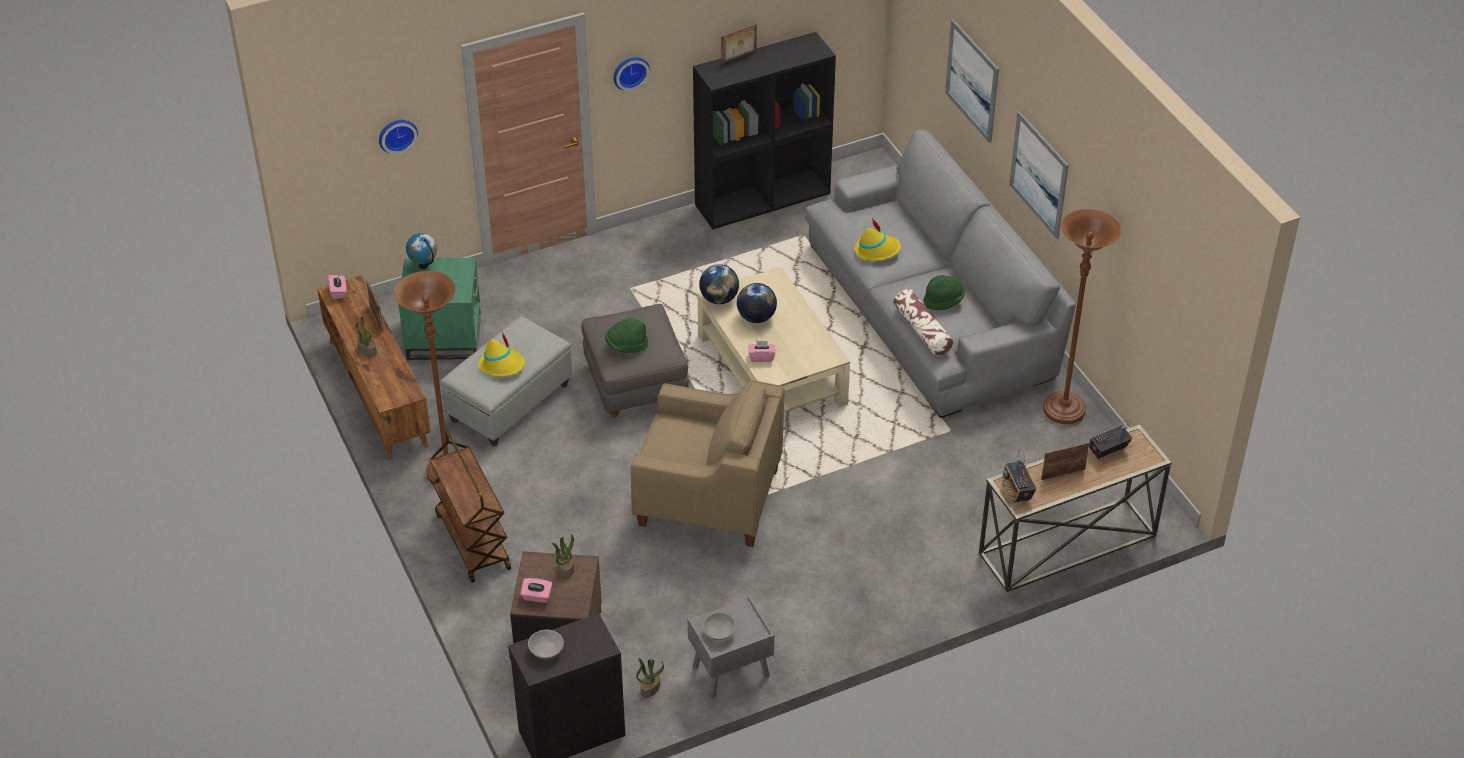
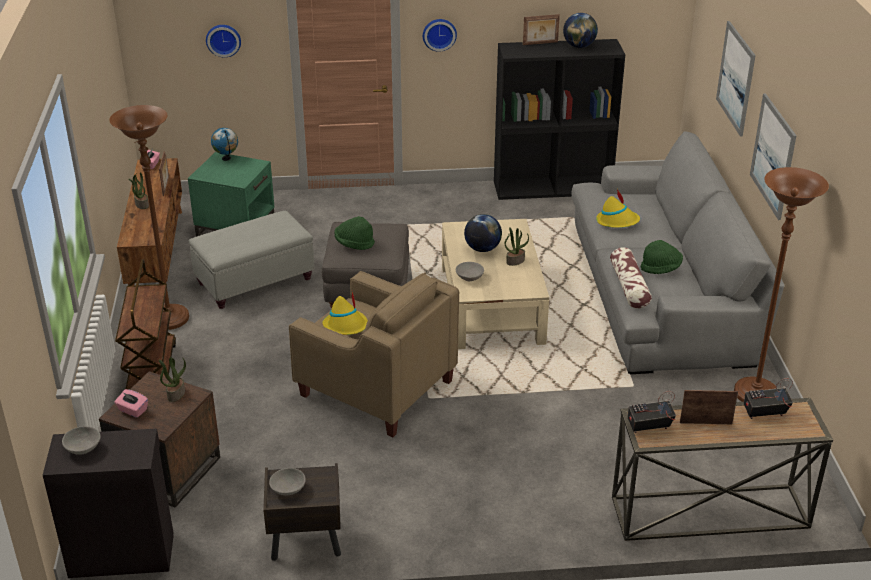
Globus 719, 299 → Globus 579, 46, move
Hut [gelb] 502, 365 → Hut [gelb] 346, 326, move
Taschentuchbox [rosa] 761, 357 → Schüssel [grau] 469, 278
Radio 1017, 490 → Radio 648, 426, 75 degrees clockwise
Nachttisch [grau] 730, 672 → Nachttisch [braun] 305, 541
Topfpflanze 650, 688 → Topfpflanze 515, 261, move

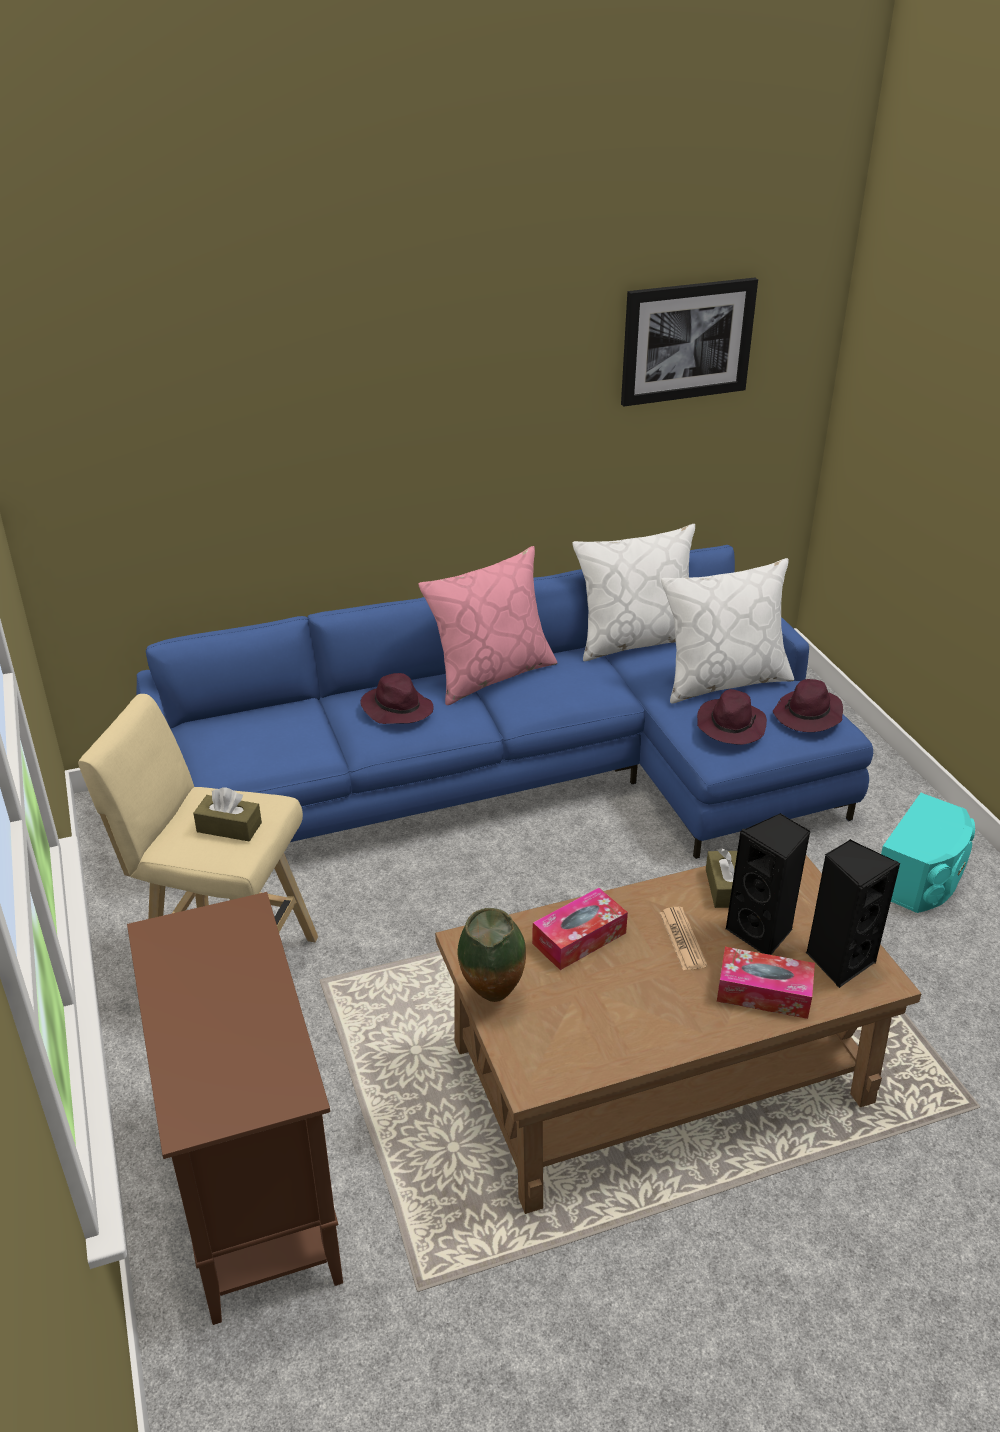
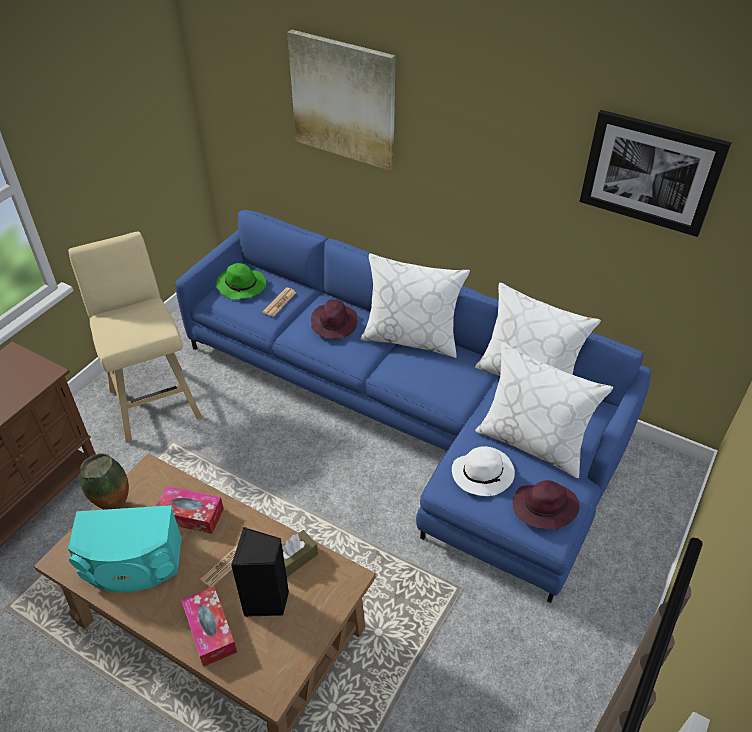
Kissen [rosa] 490, 674 → Kissen [weiß] 411, 338
Hut [lila] 730, 725 → Hut [weiß] 483, 473
Taschentuchbox [braun] 229, 827 → -
Lautsprecher [türkis] 921, 878 → Lautsprecher [türkis] 132, 564, move
Lautsprecher [schwarz] 838, 960 → -
- → Bild 343, 100
- → Hut [grün] 242, 286
- → Zeitung 279, 302

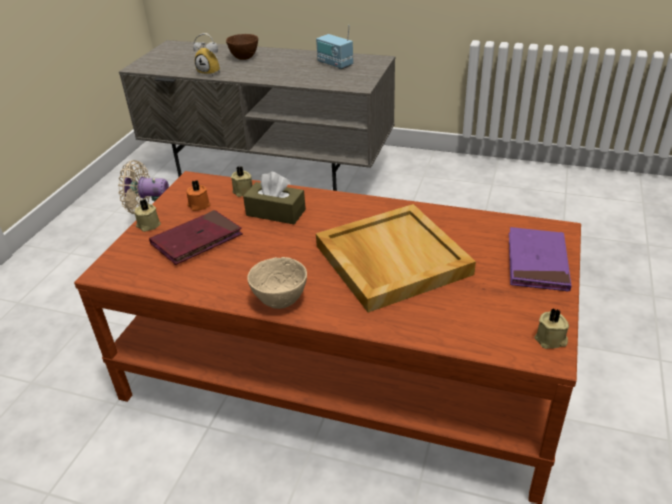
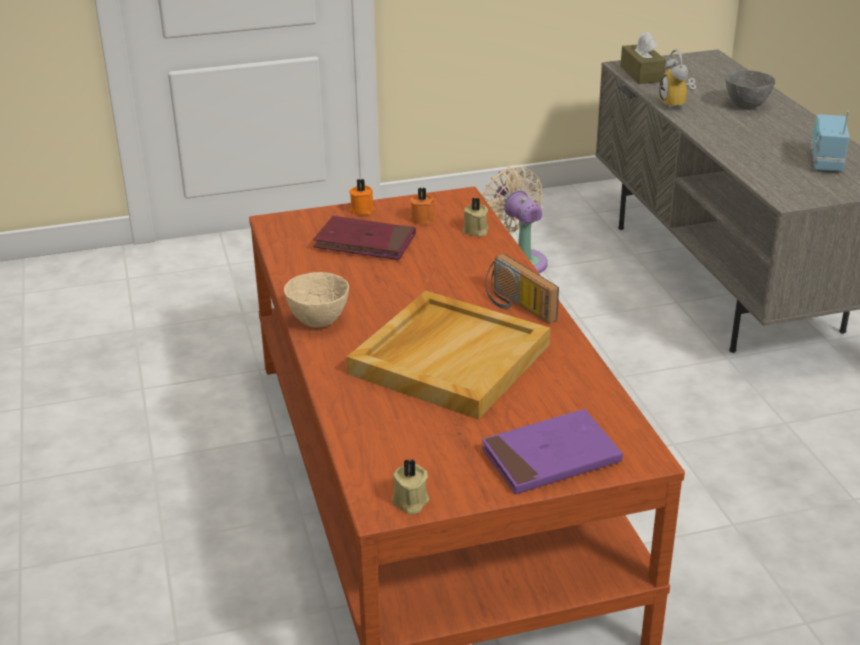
Schüssel [braun] 243, 58 → Schüssel [grau] 745, 106
Taschentuchbox [braun] 275, 212 → Taschentuchbox [braun] 641, 74, move
Kerze [beige] 148, 225 → Kerze [orange] 361, 210
- → Radio 516, 306

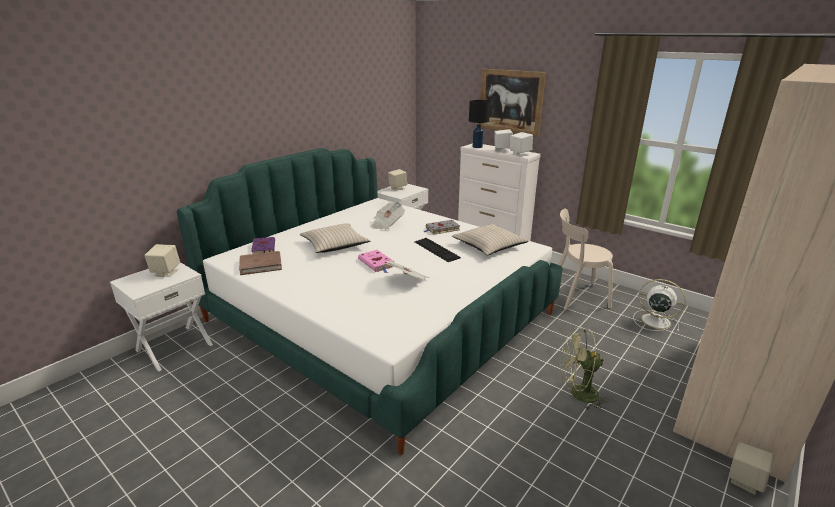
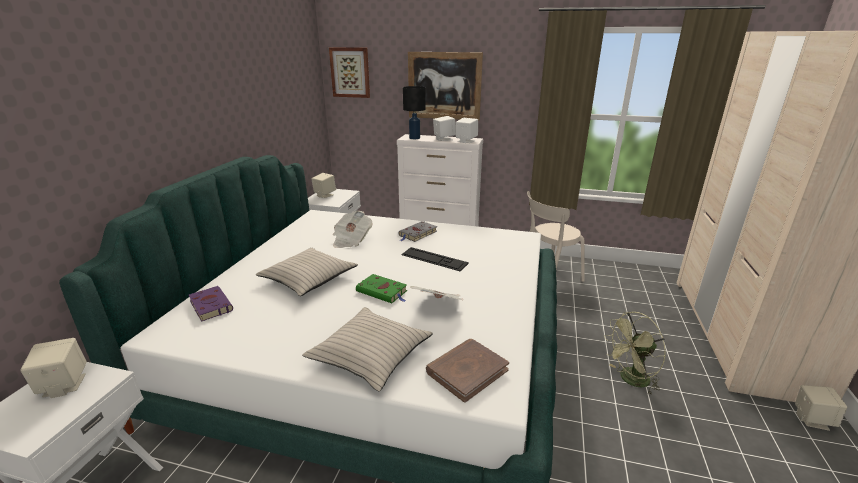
Kissen [beige] 489, 246 → Kissen [beige] 371, 355, move
Buch [rosa] 377, 263 → Buch [grün] 383, 292
Buch [braun] 261, 265 → Buch [braun] 467, 371, move
Ventilator [weiß] 654, 321 → -
- → Bild 350, 72

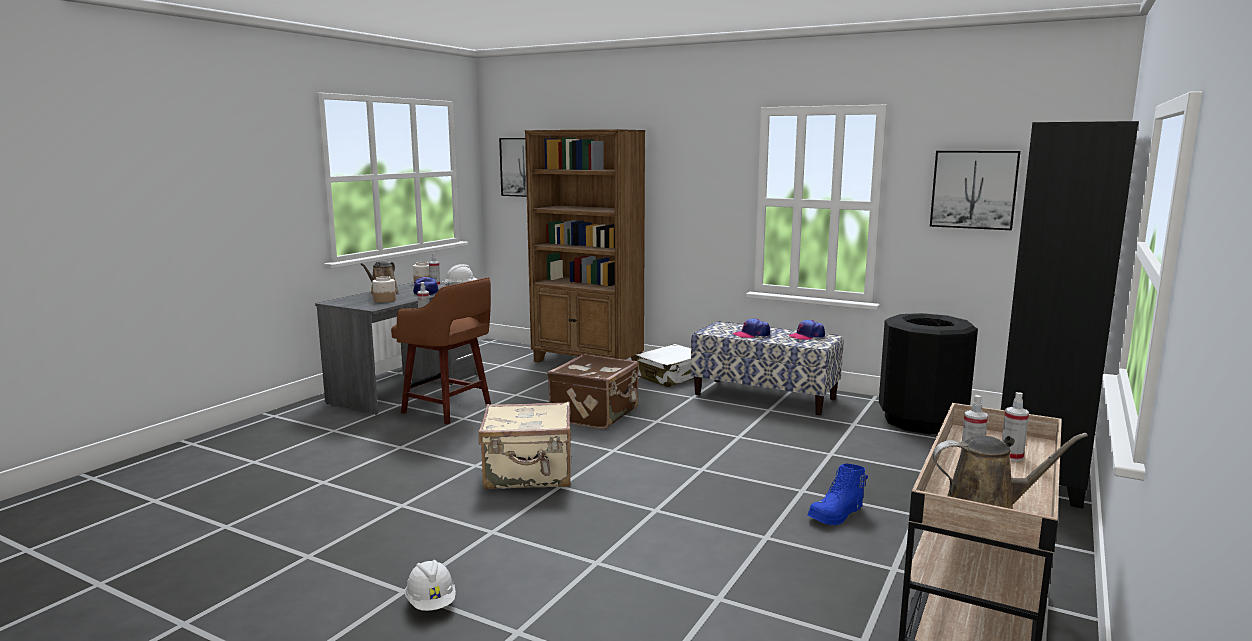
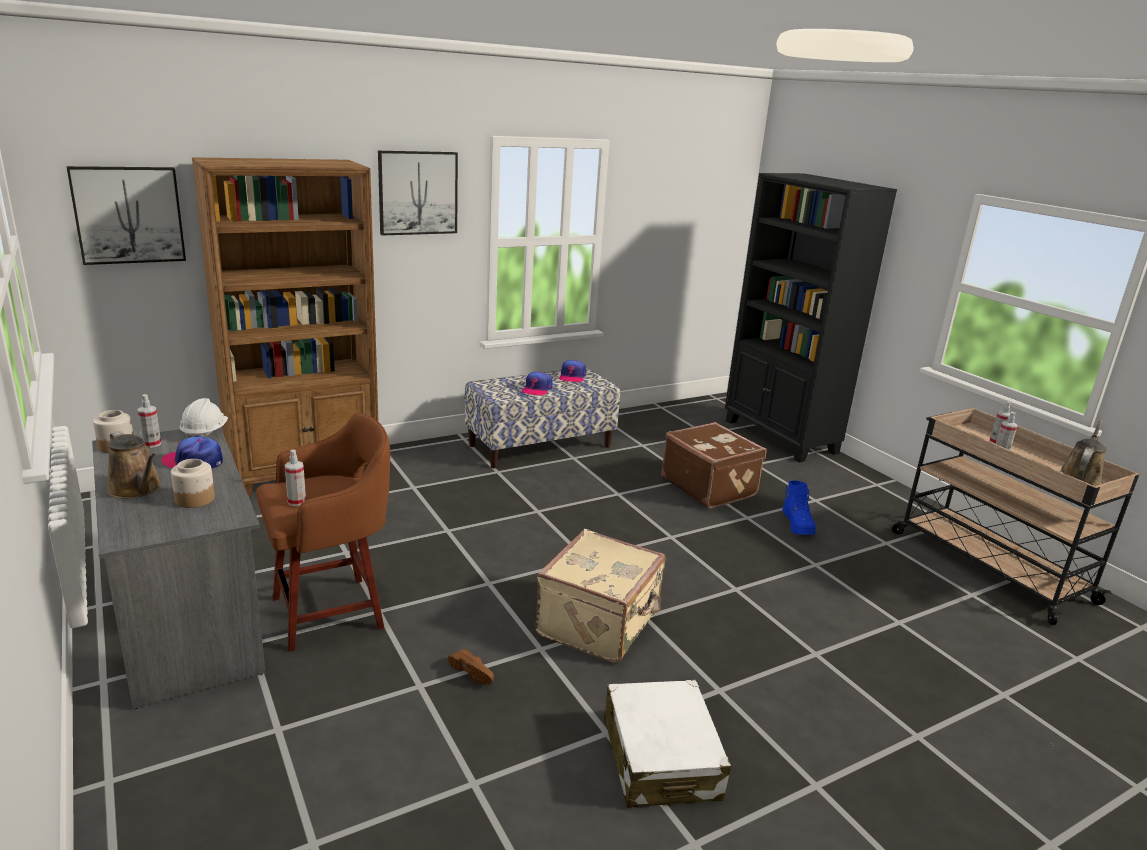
Bild 974, 189 → Bild 418, 193, move
Mülleimer [schwarz] 921, 421 → -
Koffer [weiß] 671, 376 → Koffer [weiß] 660, 758, move
Koffer [braun] 596, 414 → Koffer [braun] 709, 487, move
Schutzhelm [weiß] 431, 603 → -
- → Schuh [braun] 474, 672

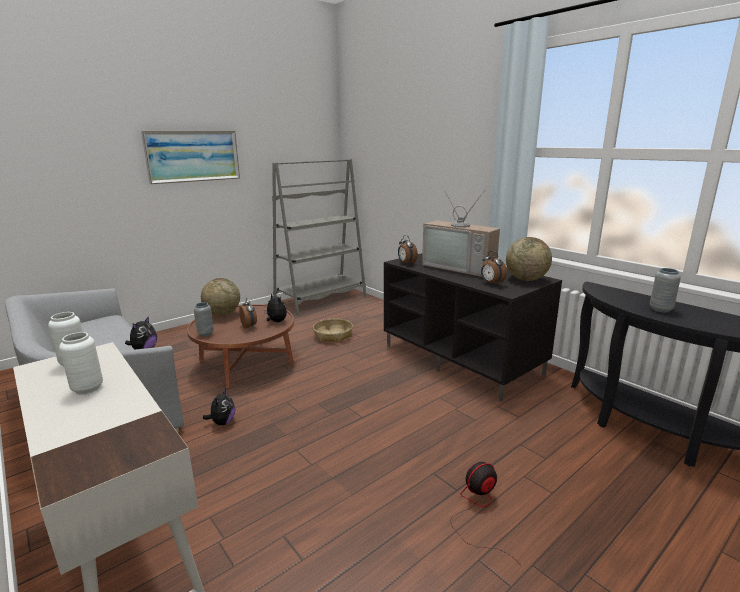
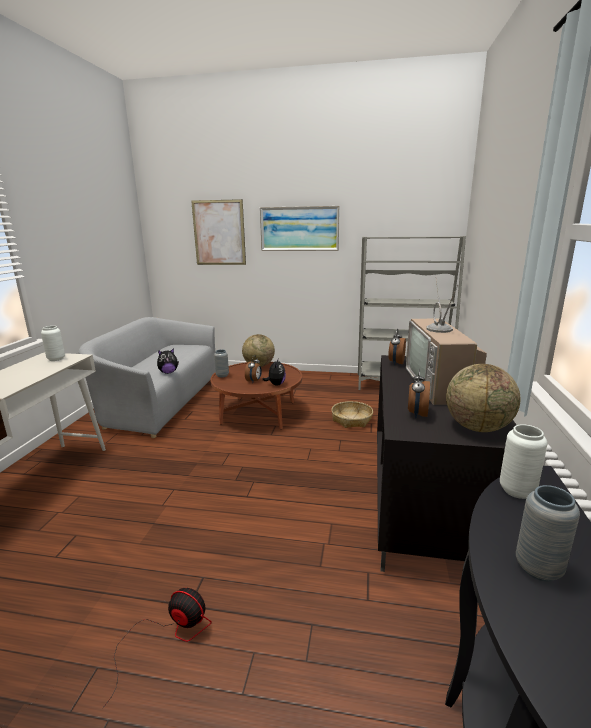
Vase [weiß] 87, 388 → Vase [weiß] 517, 490, move
Plüschtier 222, 422 → -
- → Bild 219, 233

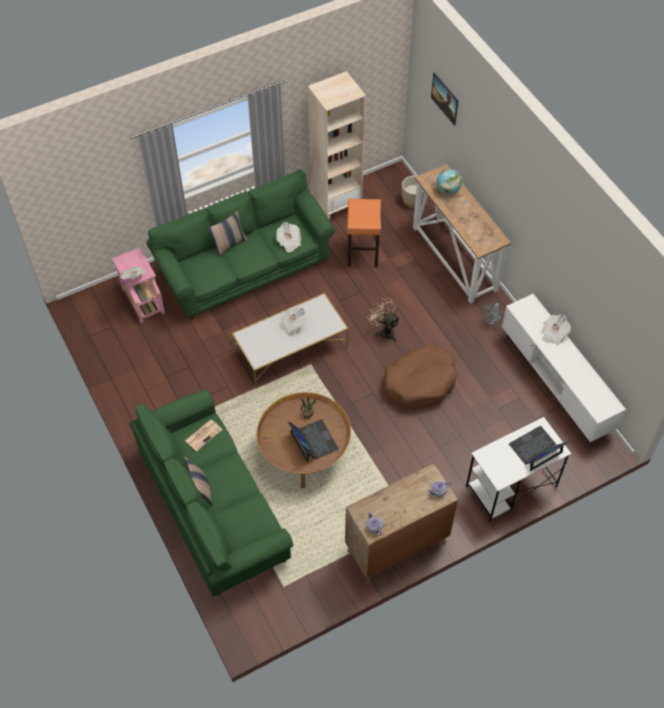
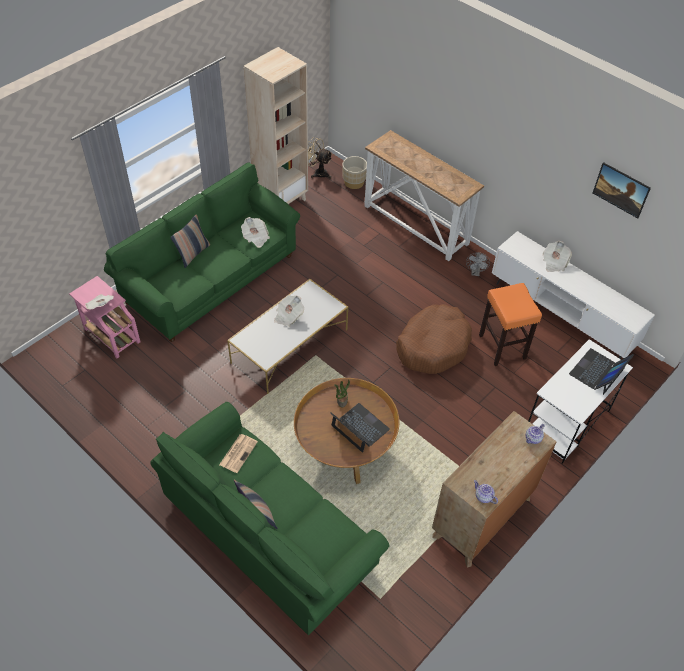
Bild 444, 105 → Bild 618, 197, move
Globus 448, 190 → -
Hocker [orange] 363, 253 → Hocker [orange] 502, 347, move
Ventilator [beige] 384, 331 → Ventilator [beige] 318, 172, move

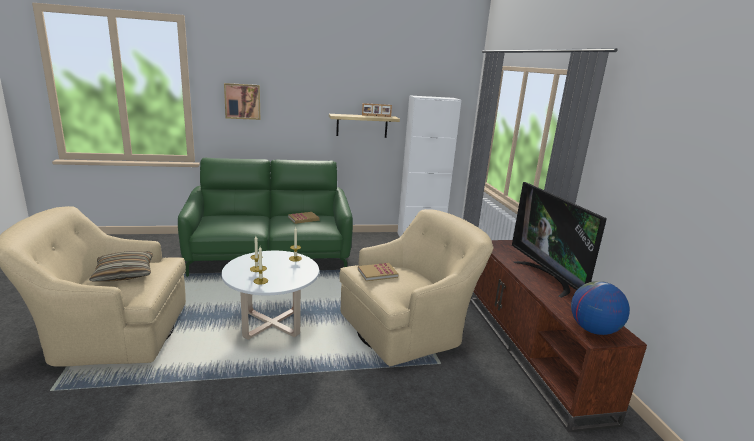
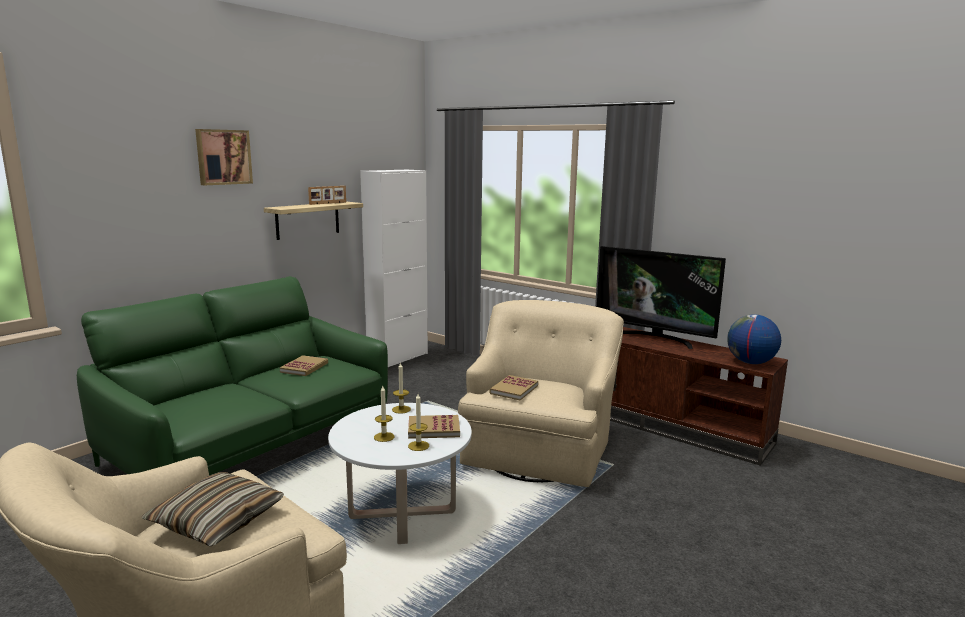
Bild 242, 101 → Bild 223, 157, move
- → Buch 434, 429

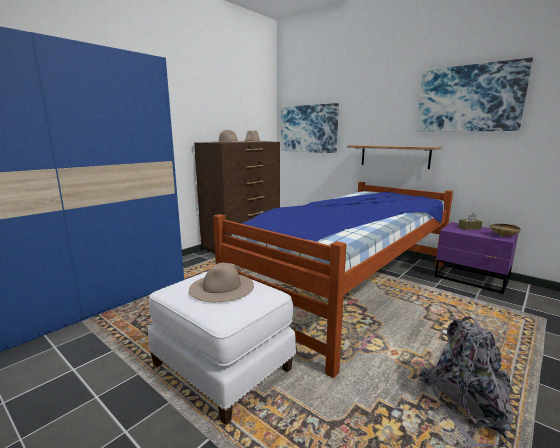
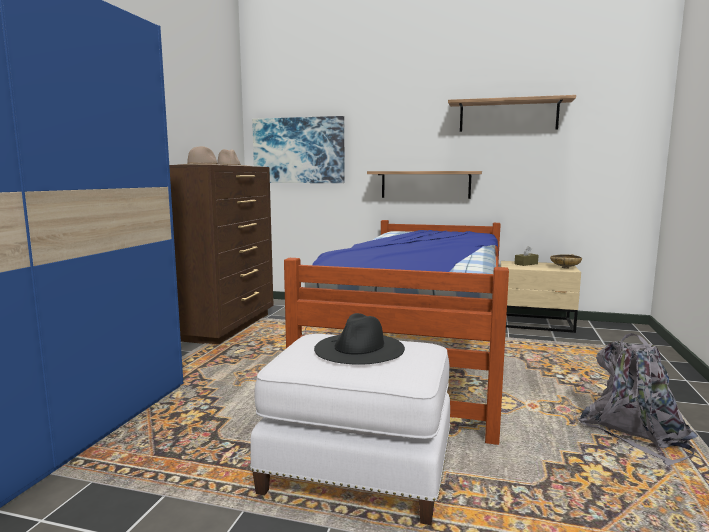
Bild 468, 99 → Wandregal 508, 116
Nachttisch [lila] 472, 279 → Nachttisch [beige] 535, 323
Hut [beige] 221, 287 → Hut [schwarz] 359, 348

